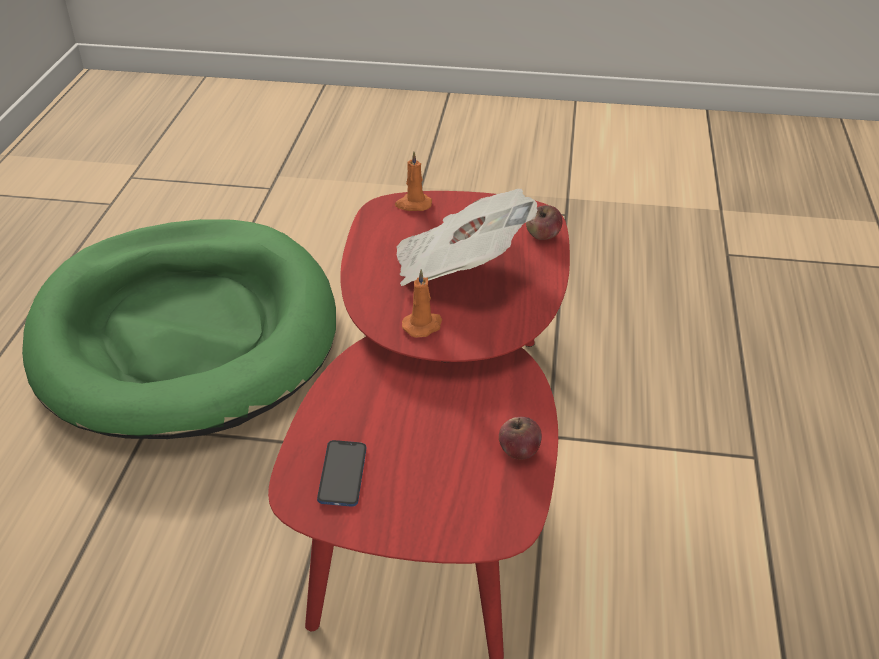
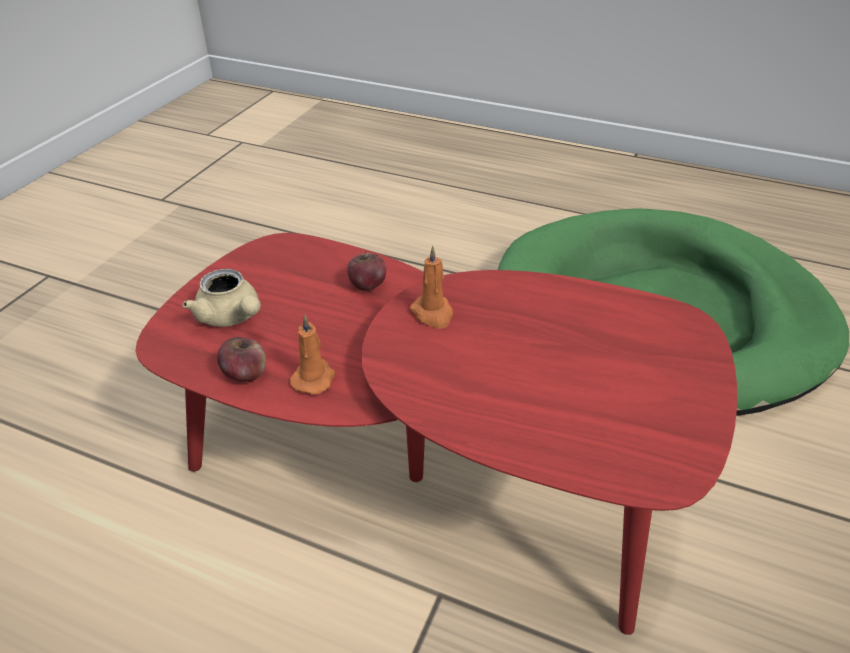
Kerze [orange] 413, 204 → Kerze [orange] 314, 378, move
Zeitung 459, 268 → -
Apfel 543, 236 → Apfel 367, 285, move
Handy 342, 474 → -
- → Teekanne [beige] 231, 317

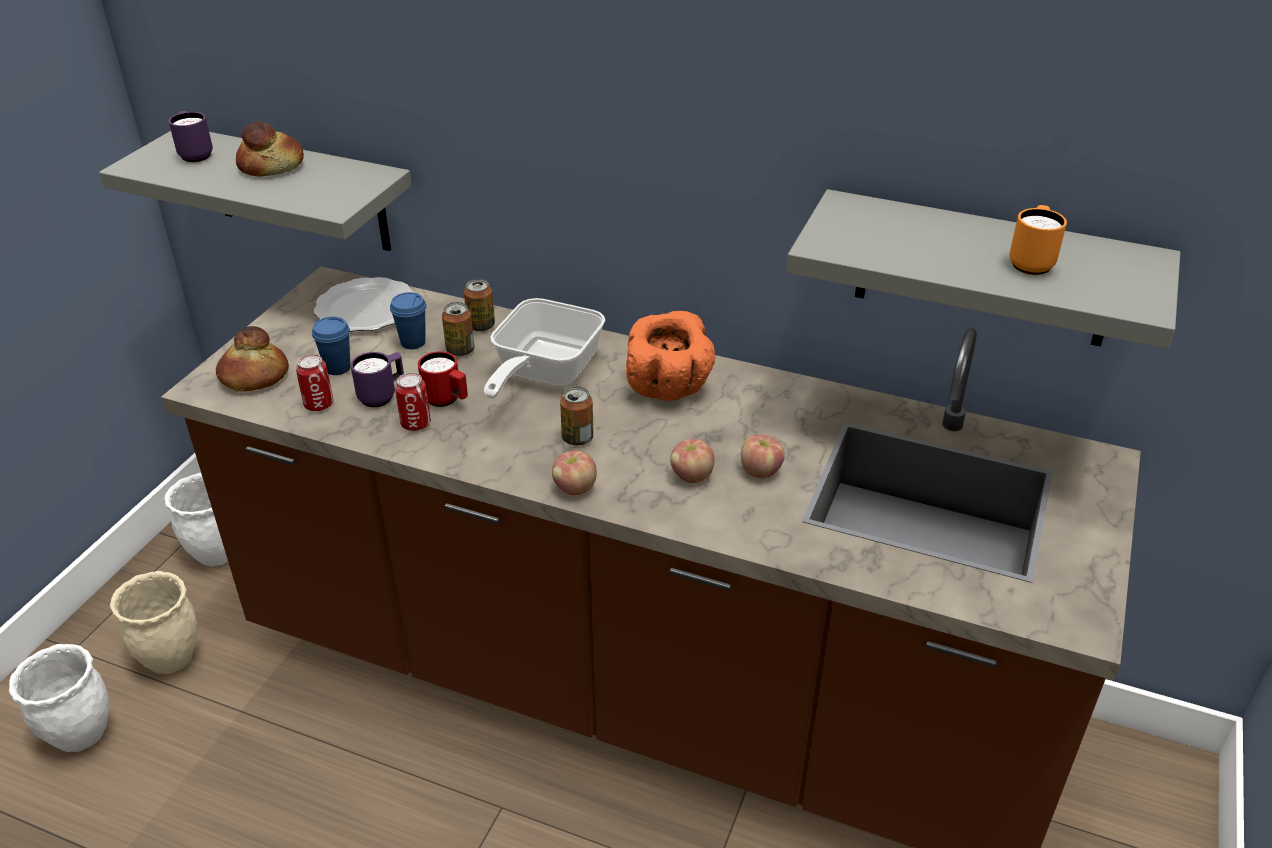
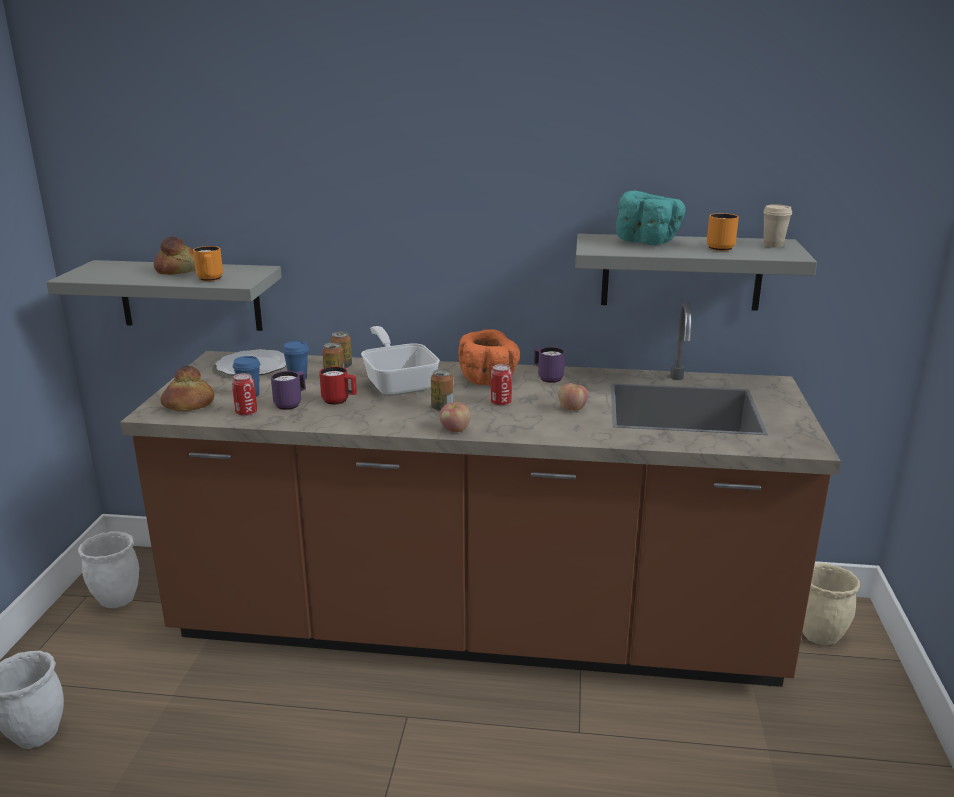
Henkelbecher [lila] 195, 154 → Henkelbecher [lila] 547, 378, move
Pfanne 542, 373 → Pfanne 398, 382, 150 degrees clockwise
Dose 415, 424 → Dose 501, 403, move
Apfel 691, 476 → -
Pflanzkübel [beige] 172, 658 → Pflanzkübel [beige] 820, 635, move
- → Schüssel [türkis] 647, 241
- → Tasse [beige] 773, 245
- → Henkelbecher [orange] 210, 279

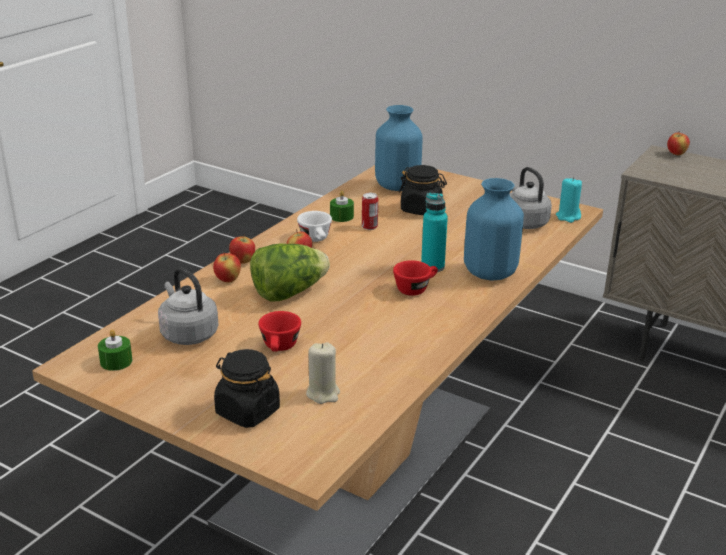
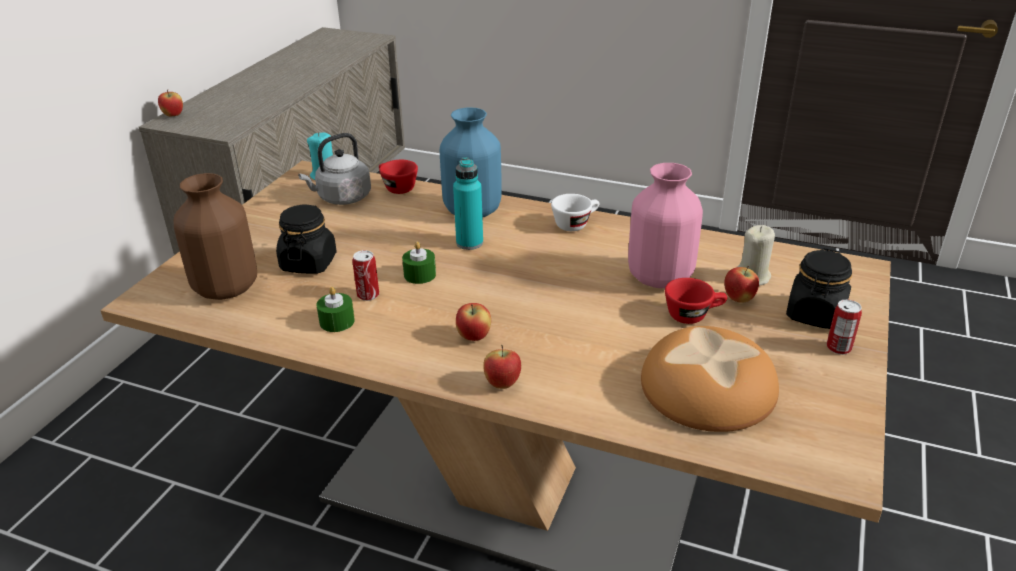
Vase [blau] 396, 186 → Vase [braun] 226, 289
Tasse [weiß] 317, 240 → Tasse [weiß] 575, 224, move
Salatkopf 288, 293 → -
Apfel 228, 280 → Apfel 738, 299, move
Tasse [rot] 415, 288 → Tasse [rot] 396, 187, move
Wasserkessel [grau] 187, 333 → Brot 708, 389
Kerze [grün] 116, 361 → Kerze [grün] 420, 274, move
- → Vase [rosa] 659, 277
- → Dose 838, 348

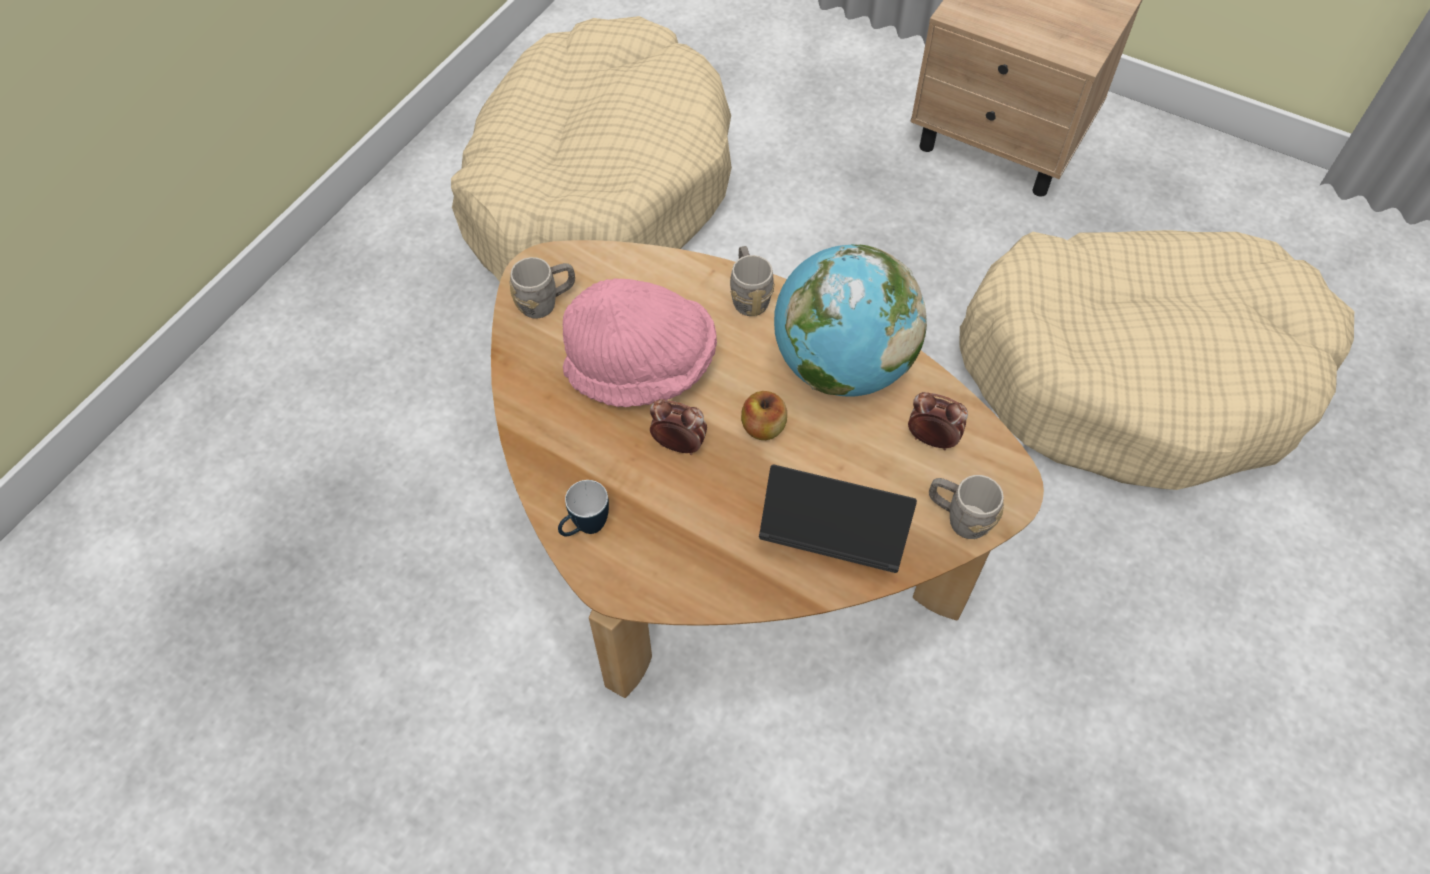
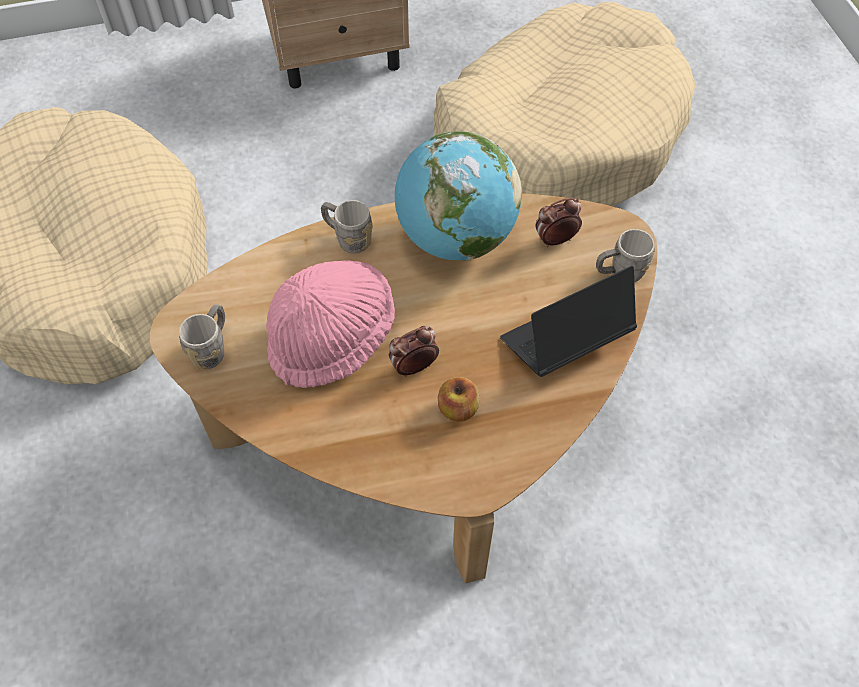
Apfel 763, 427 → Apfel 458, 409, move
Henkelbecher 585, 528 → -

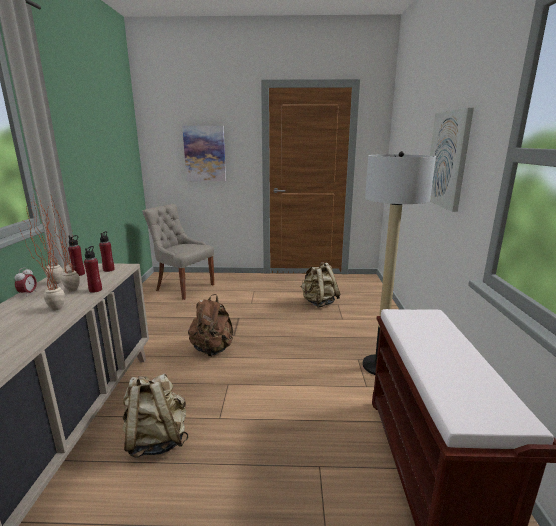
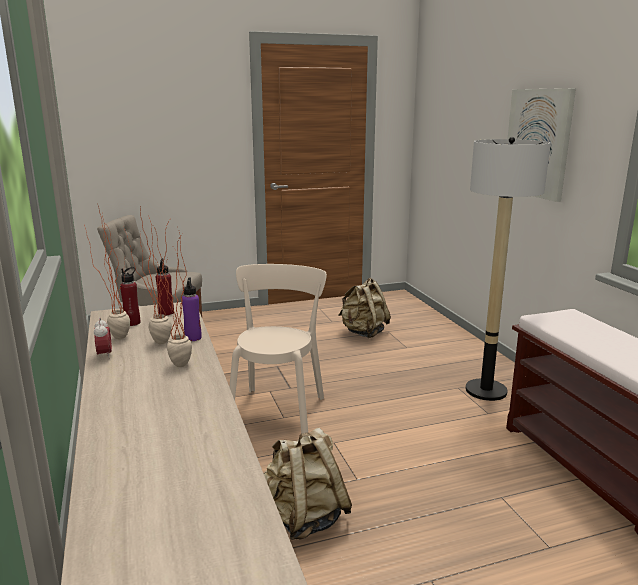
Bild 205, 153 → -
Flasche [rot] 95, 290 → Flasche [lila] 193, 338
Rucksack [braun] 212, 349 → Stuhl [beige] 278, 409

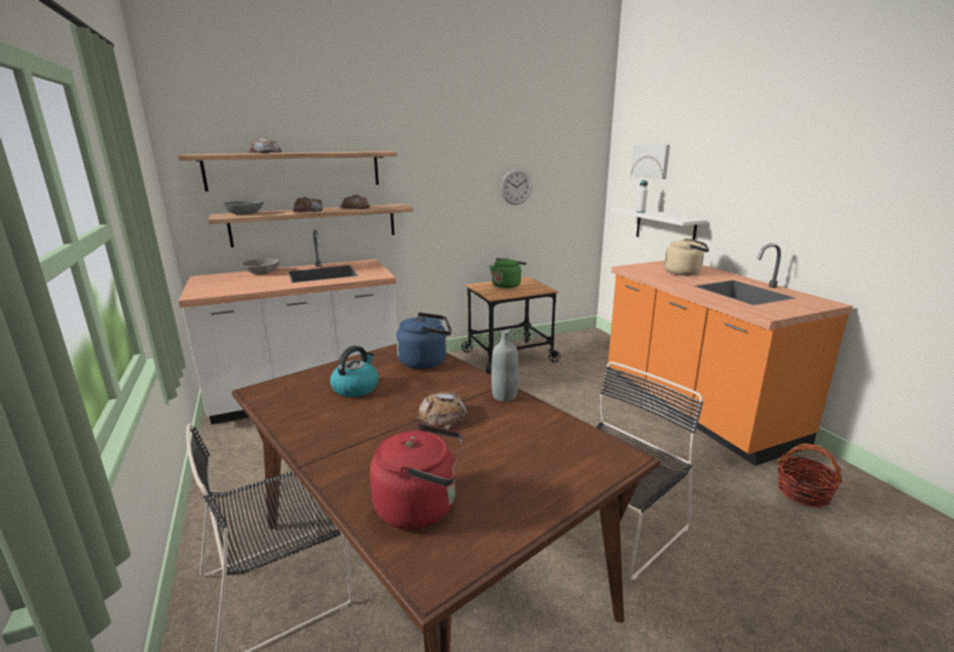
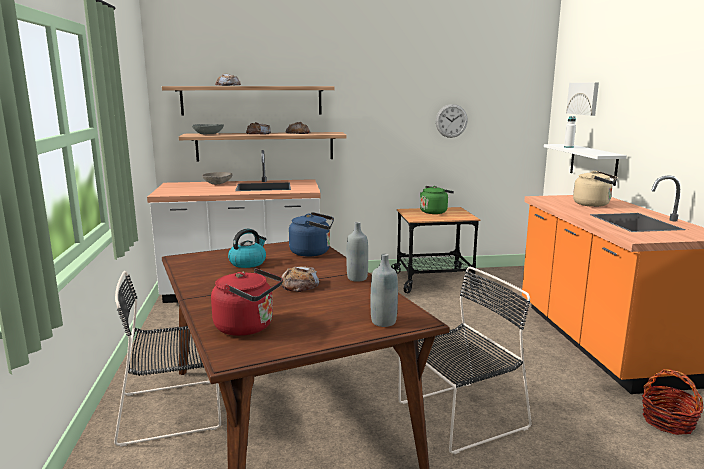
- → Flasche [grau] 383, 322

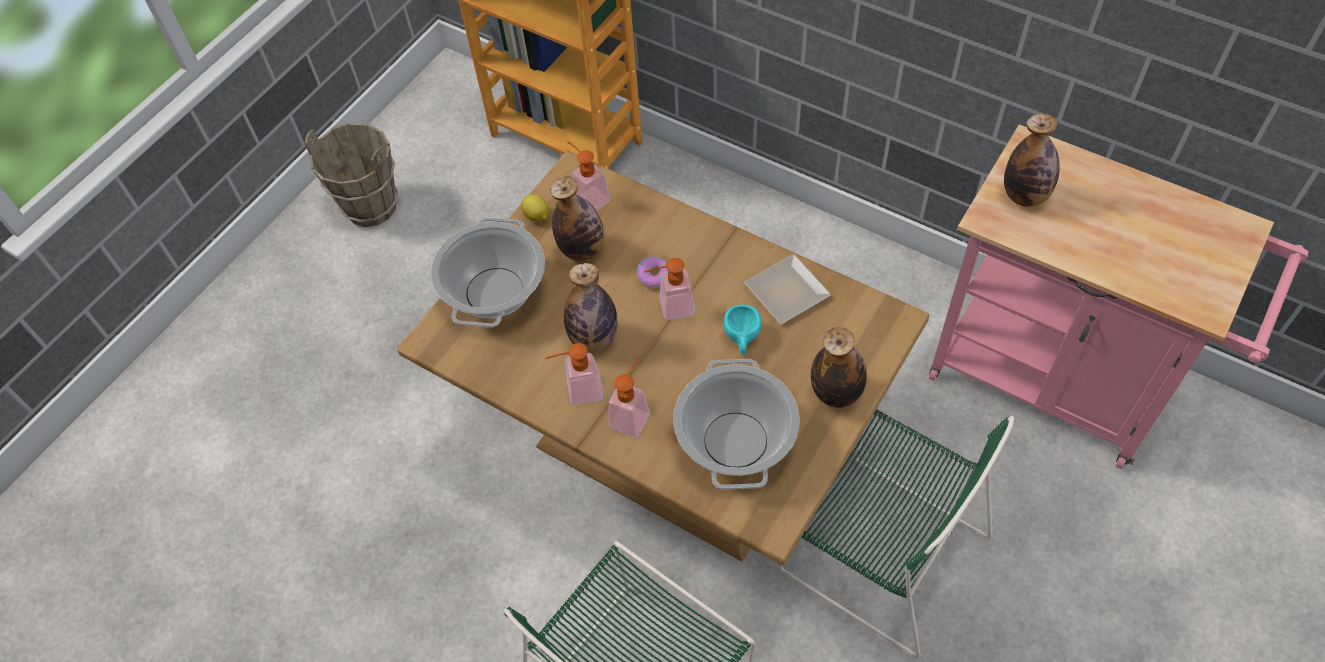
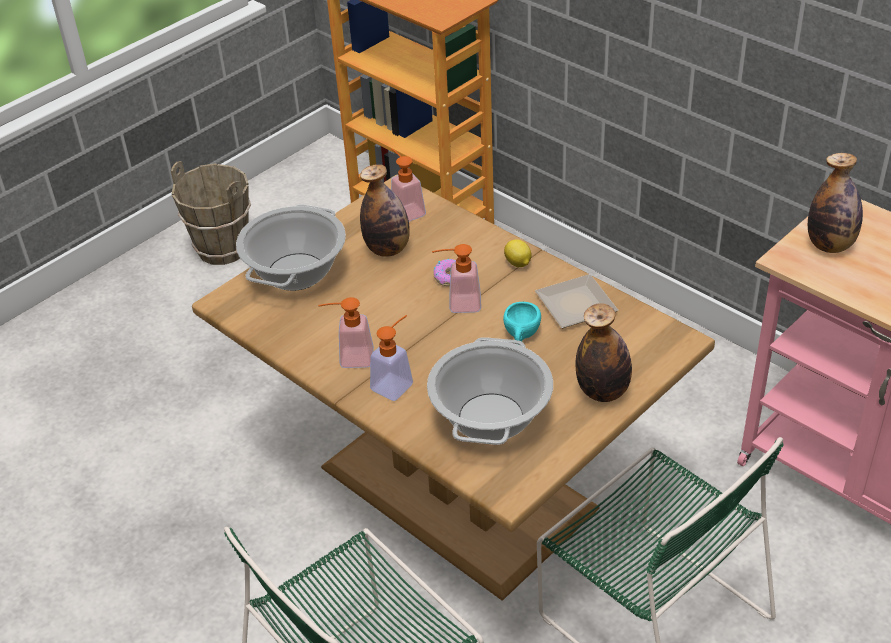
Zitrone 536, 216 → Zitrone 518, 264, move
Flasche 593, 338 → -

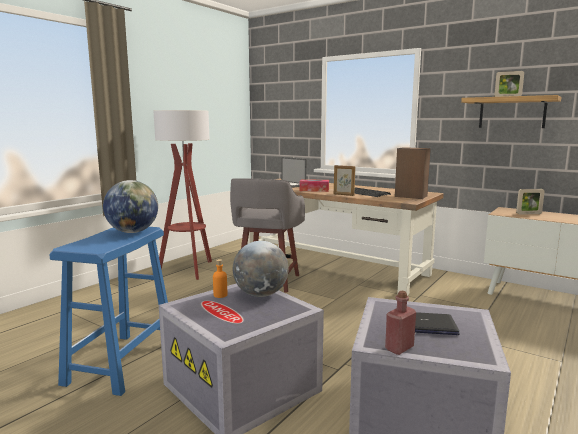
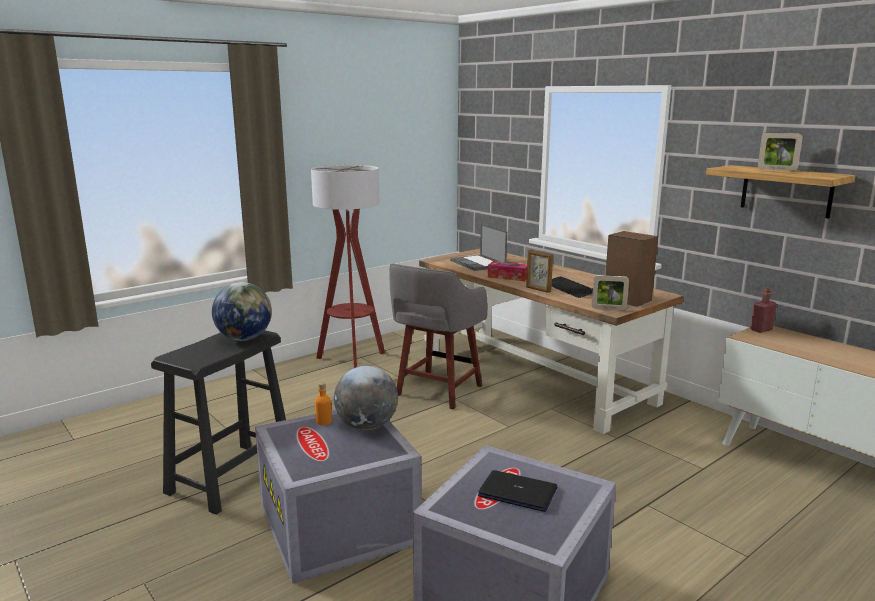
Bilderrahmen 528, 214 → Bilderrahmen 608, 309, move
Hocker [blau] 121, 363 → Hocker [schwarz] 231, 477
Flasche [rot] 399, 348 → Flasche [rot] 761, 330, move

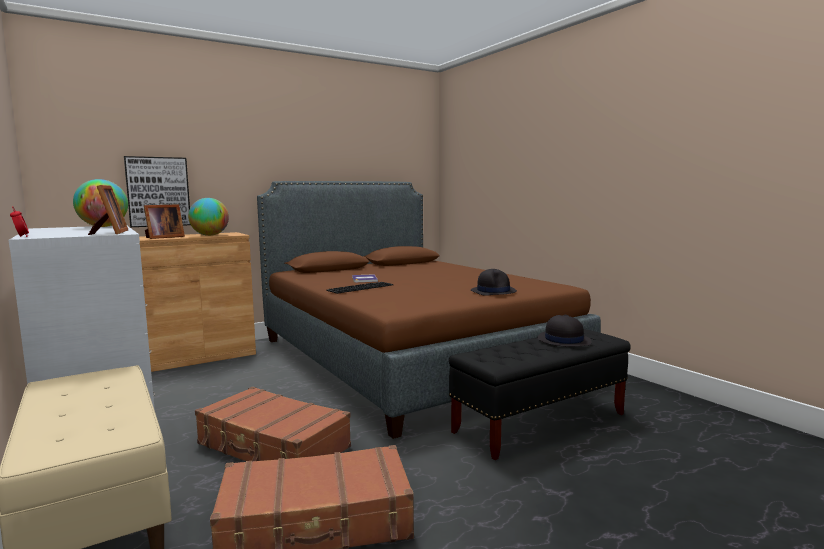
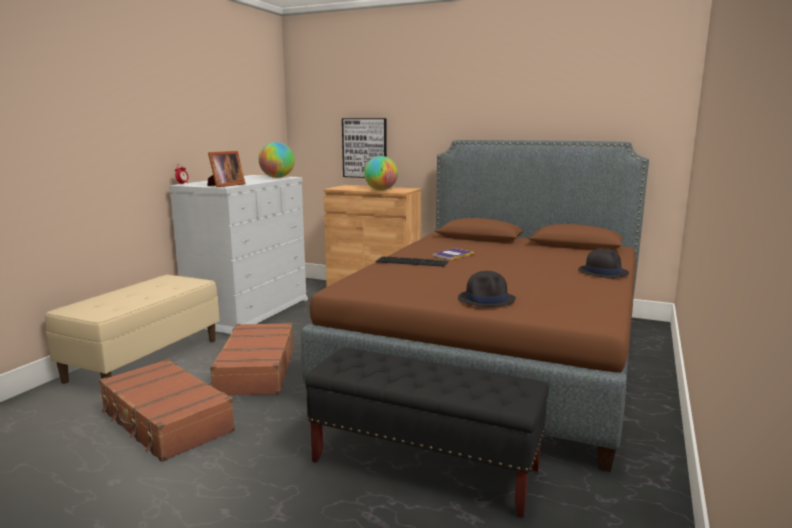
Bilderrahmen 163, 237 → -
Hut [schwarz] 563, 340 → Hut [schwarz] 602, 272, move

